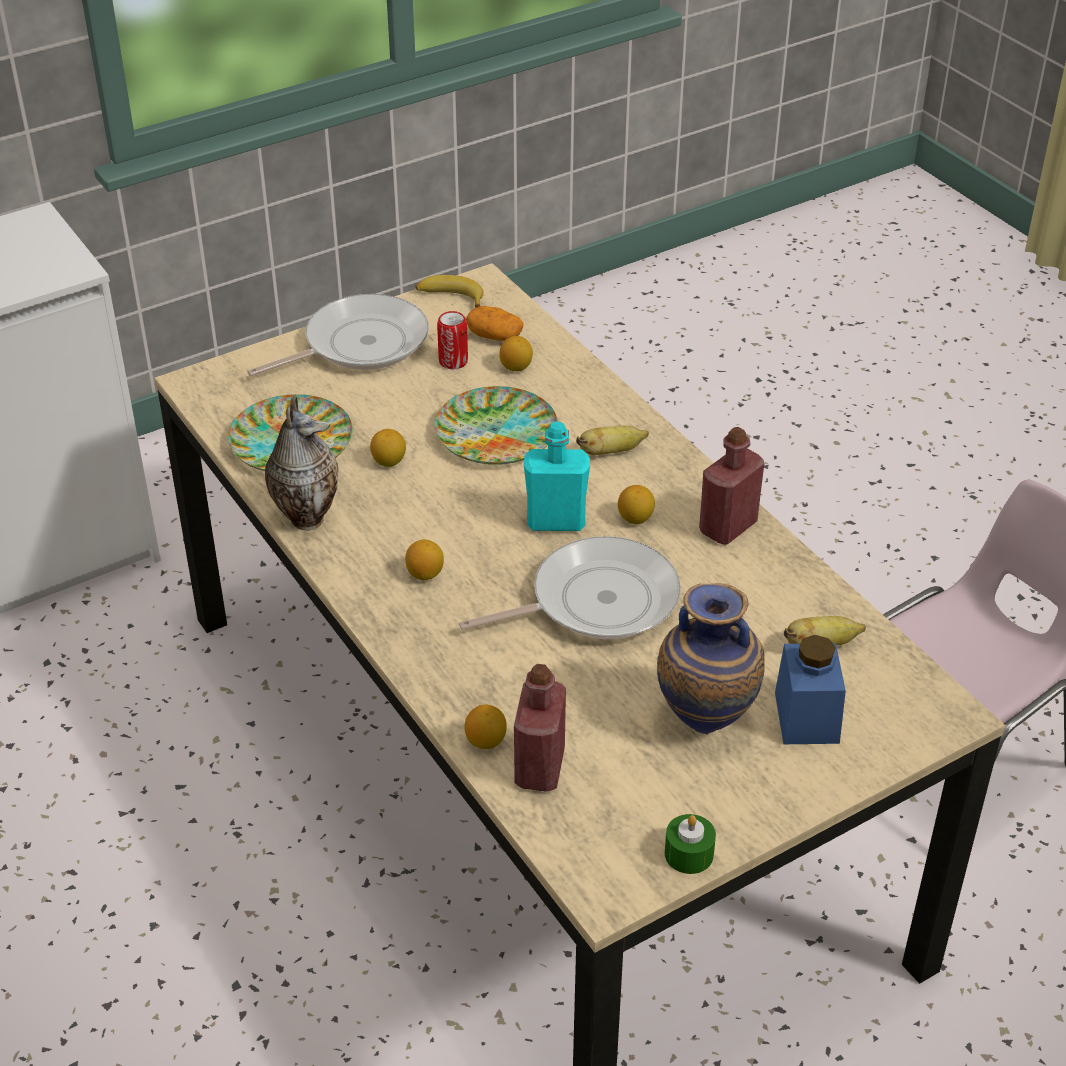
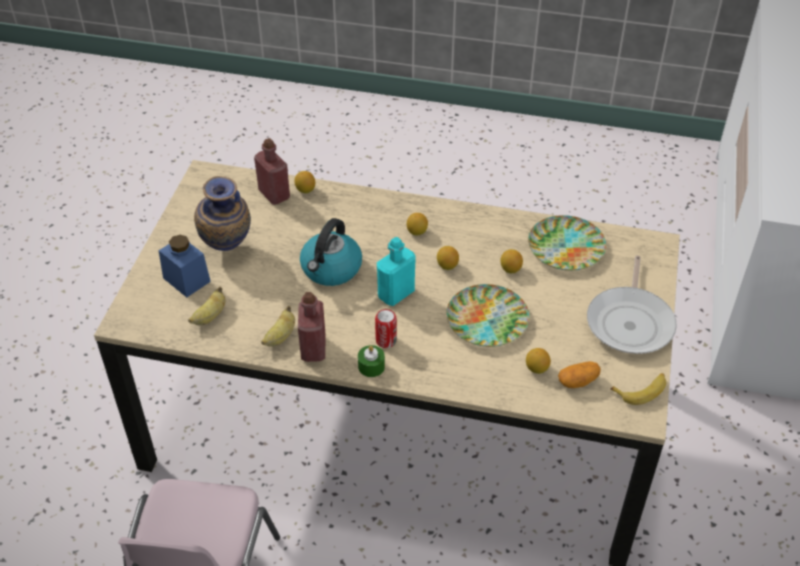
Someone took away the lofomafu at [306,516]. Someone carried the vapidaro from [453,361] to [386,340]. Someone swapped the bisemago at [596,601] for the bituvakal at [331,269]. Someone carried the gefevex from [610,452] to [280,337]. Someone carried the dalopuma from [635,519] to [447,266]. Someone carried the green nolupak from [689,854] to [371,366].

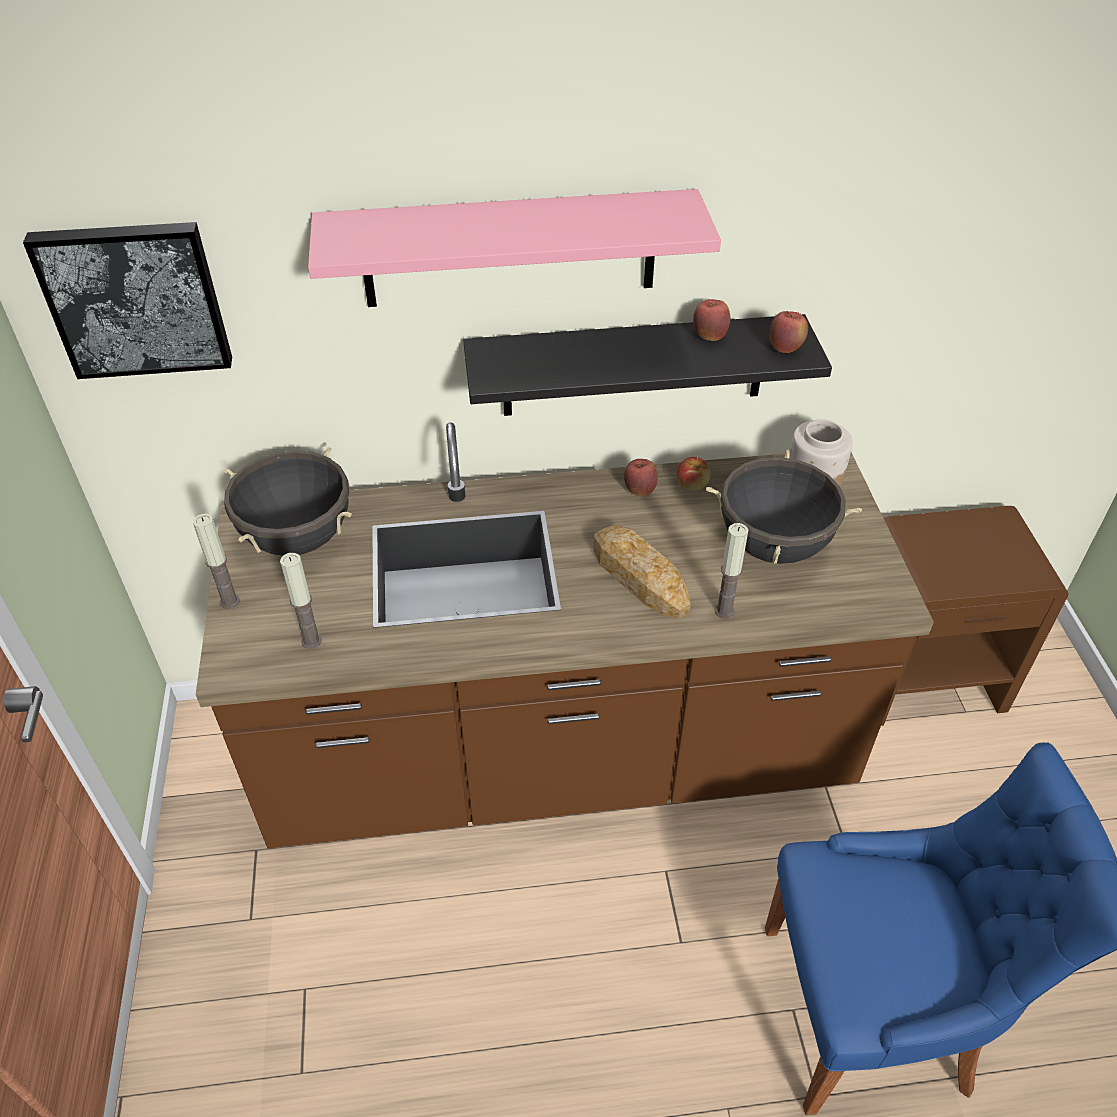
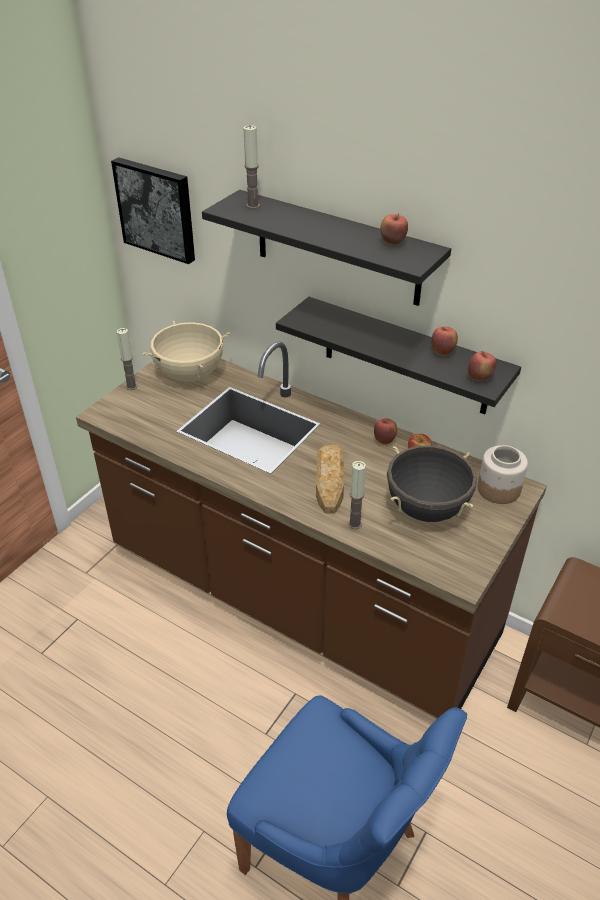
Someone repainted the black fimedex at [298,538], which became the beige fimedex at [190,375]. Someone carried the nolupak from [311,640] to [253,206]. Someone repainted the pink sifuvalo at [509,249], which became the black sifuvalo at [337,248]. Someone put down the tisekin at [392,243].

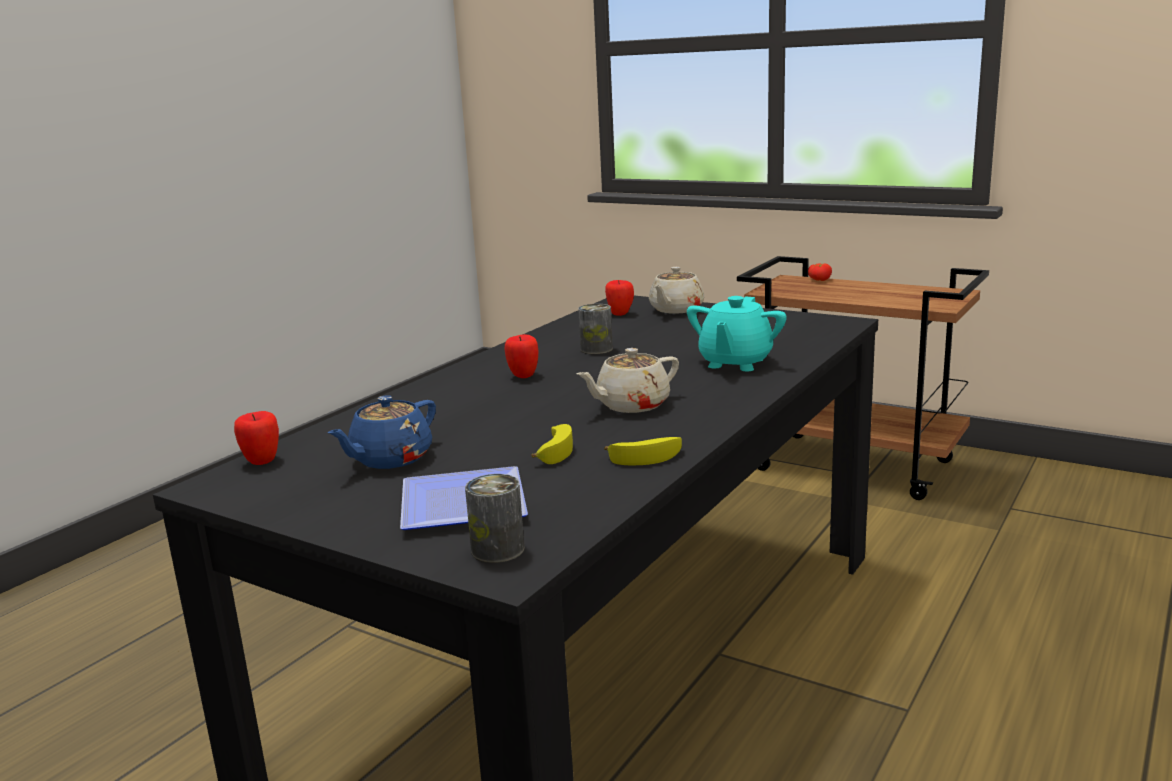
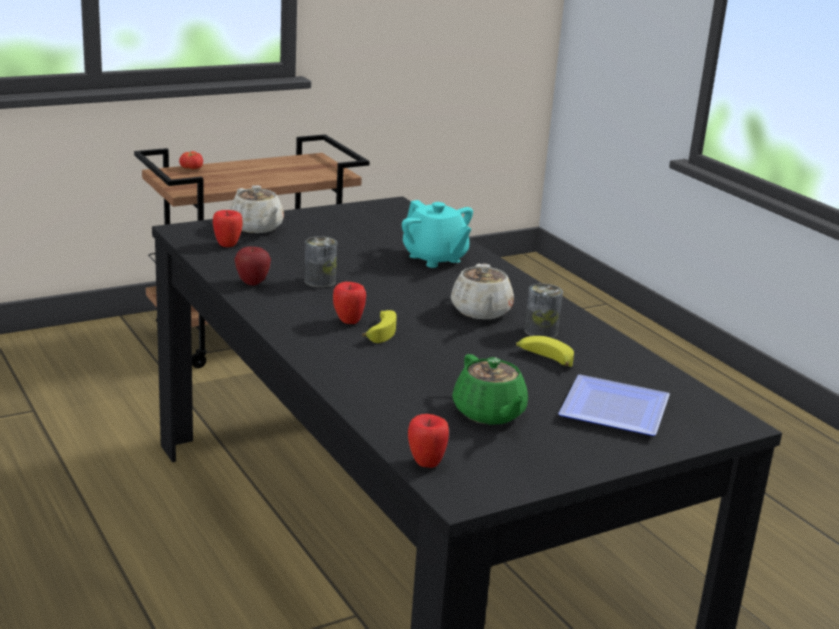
Someone repainted the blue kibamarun at [390,459], which became the green kibamarun at [489,413]. Someone carried the vapidaro from [498,549] to [541,331]. Someone carried the gefevex from [647,456] to [380,331]. Someone put down the tisekin at [252,282].

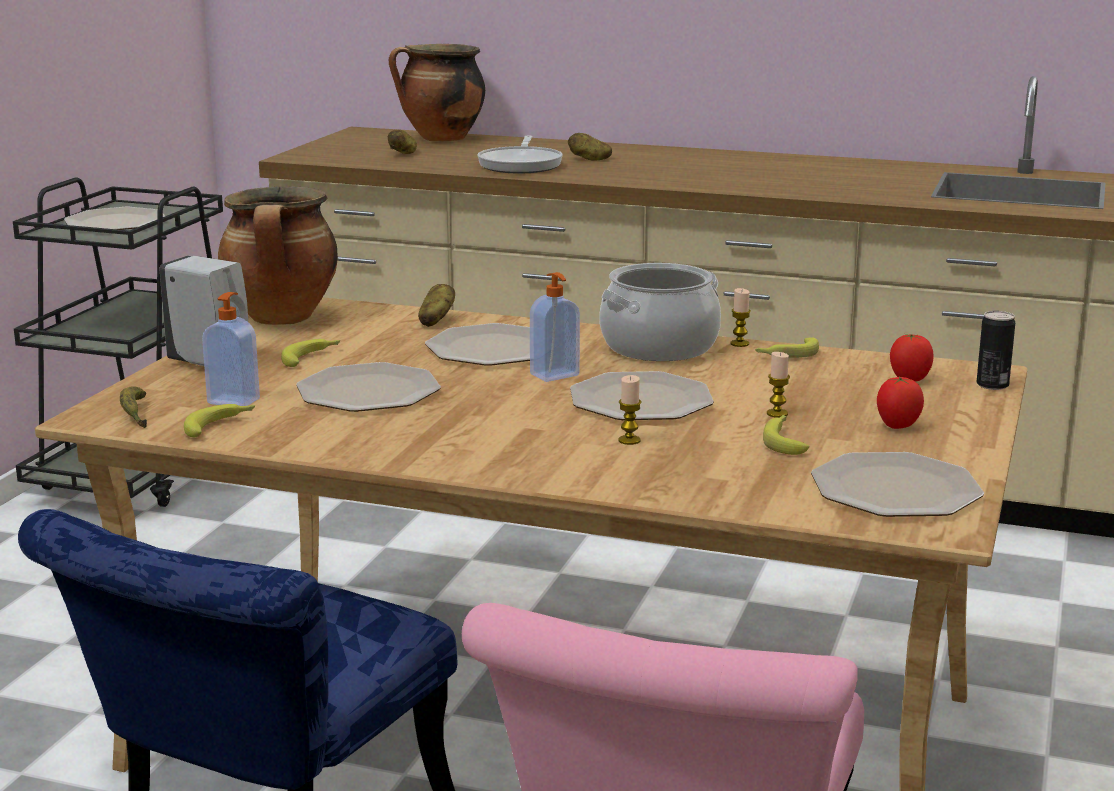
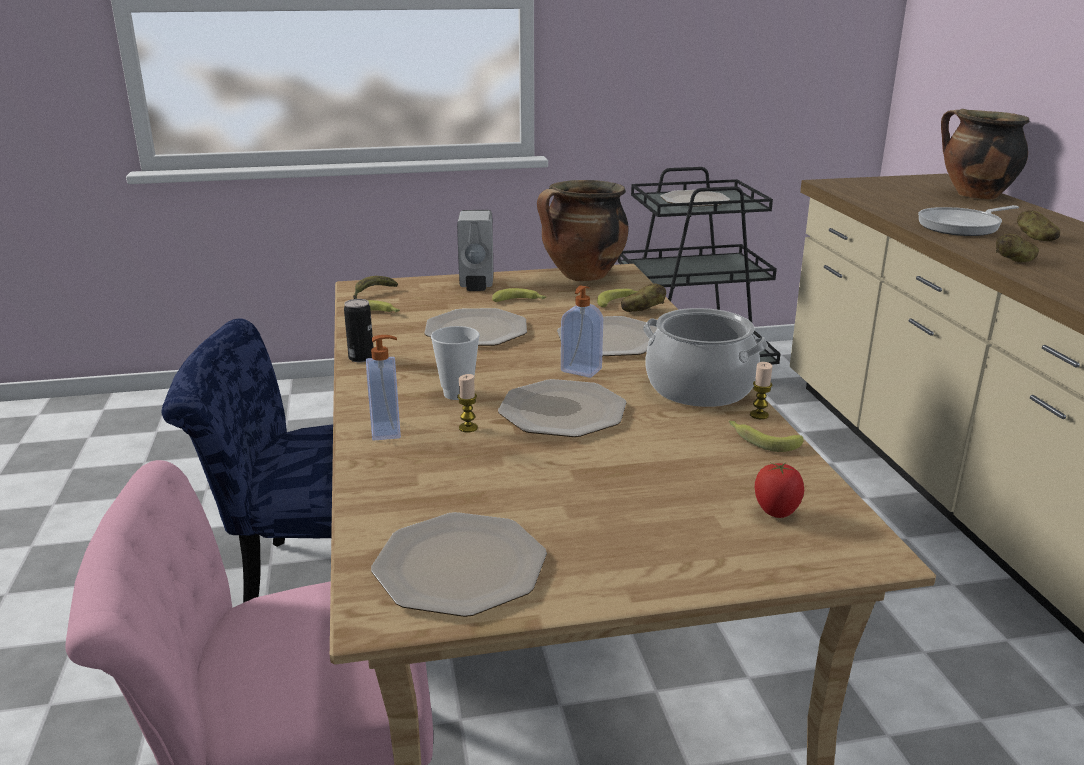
Someone carried the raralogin from [234,401] to [387,431]. Someone carried the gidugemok from [403,154] to [1015,261]. Someone carried the gefevex from [785,440] to [620,302]. Someone took away the nolupak at [777,413]. Someone took away the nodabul at [897,427]. Someone carried the vapidaro from [992,385] to [361,358]. Someone put down the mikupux at [457,394].

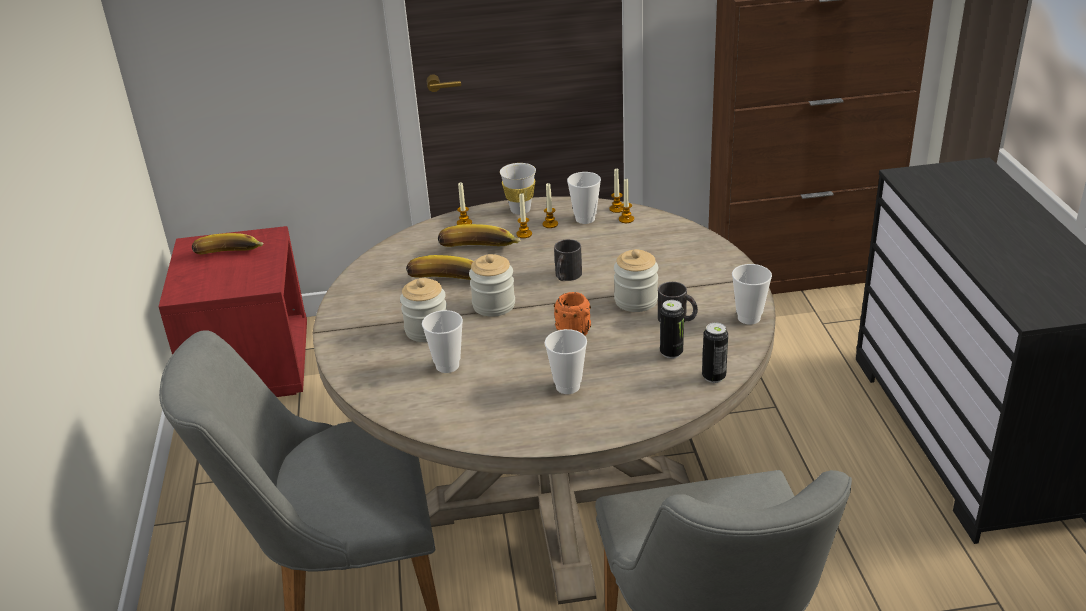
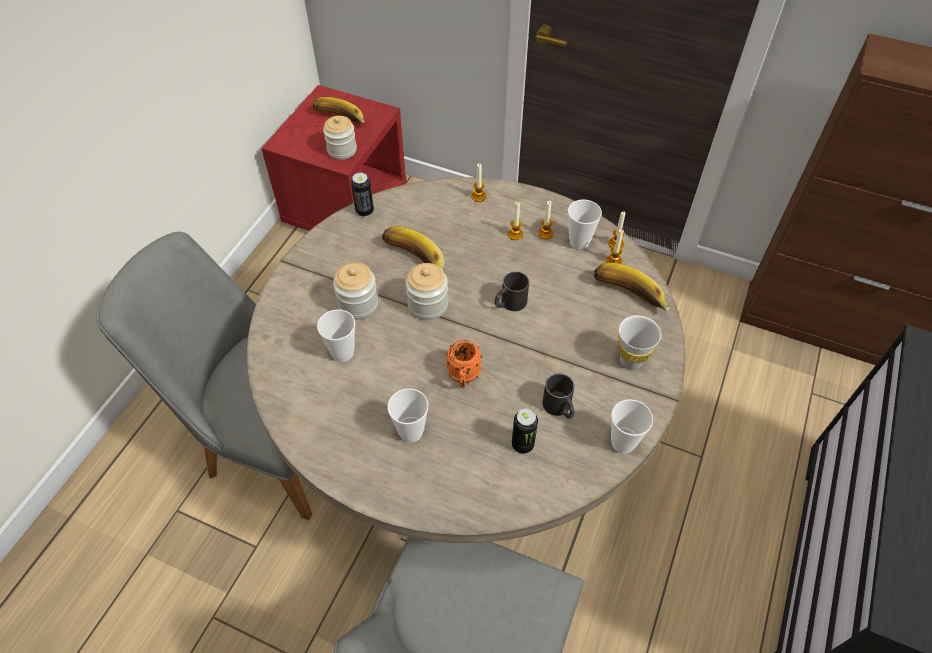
Someone carried the gefevex from [478,251] to [627,297]. Someone carried the white mikupux from [520,210] to [631,360]. Someone carried the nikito from [636,301] to [342,150]. Someone carried the vapidaro from [714,376] to [364,211].

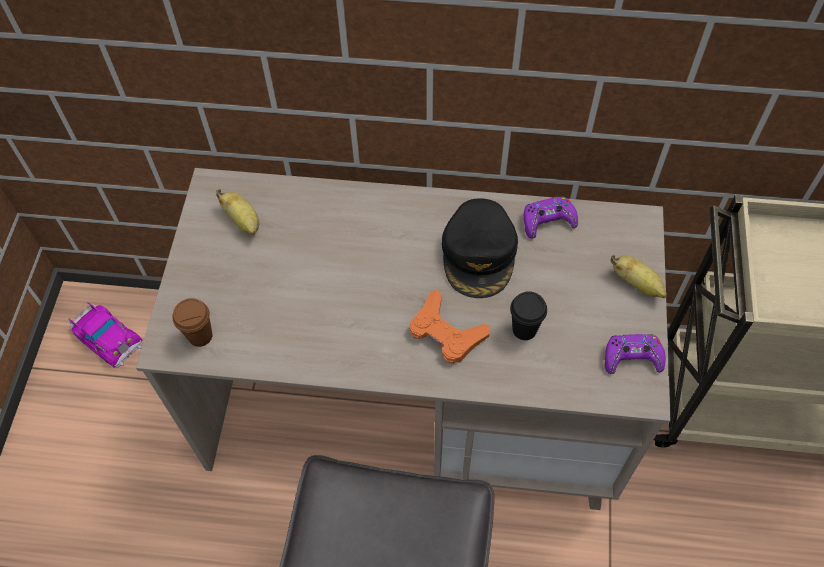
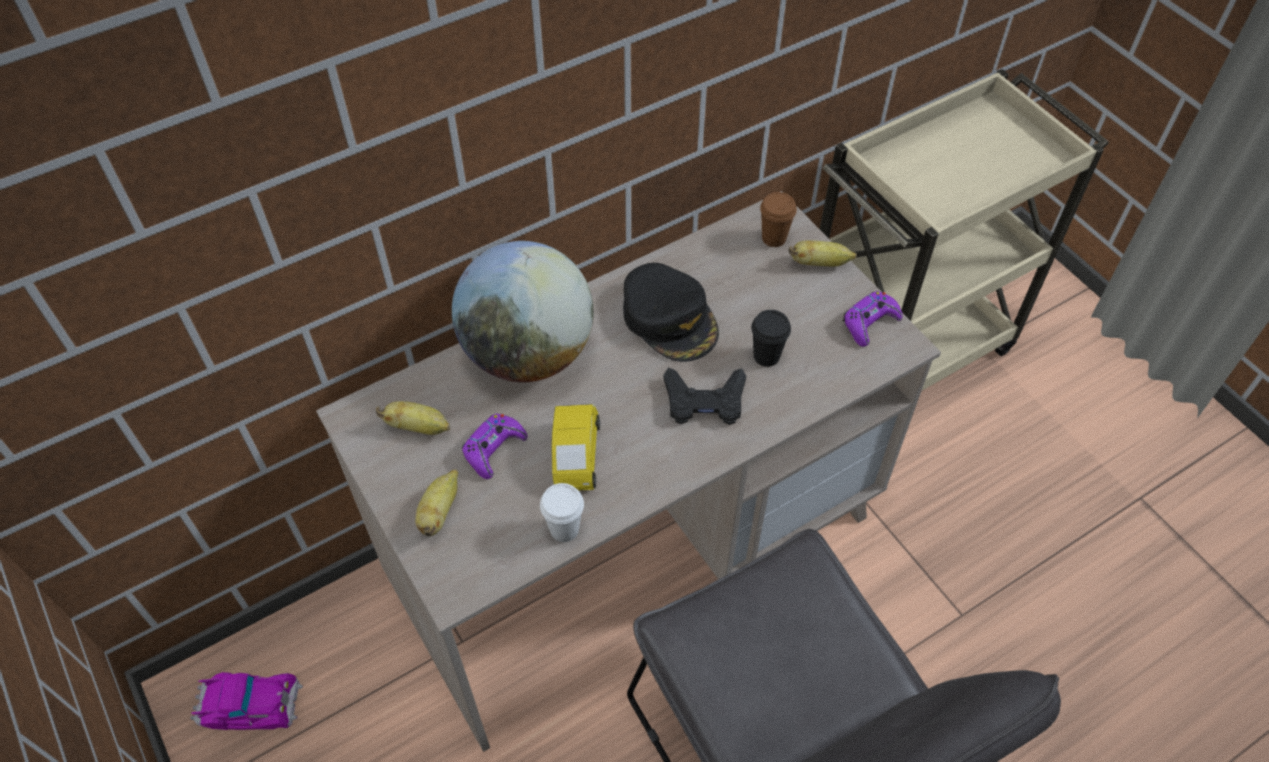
Someone carried the brown mikupux from [200,336] to [774,238]. Someone repainted the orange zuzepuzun at [446,332], which became the black zuzepuzun at [704,401]. Someone carried the purple zuzepuzun from [548,221] to [494,449]. Someone put down the gefevex at [439,512]. Someone put down the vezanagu at [528,353]. Someone put down the white mikupux at [564,529]. Someone put down the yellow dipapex at [575,457].

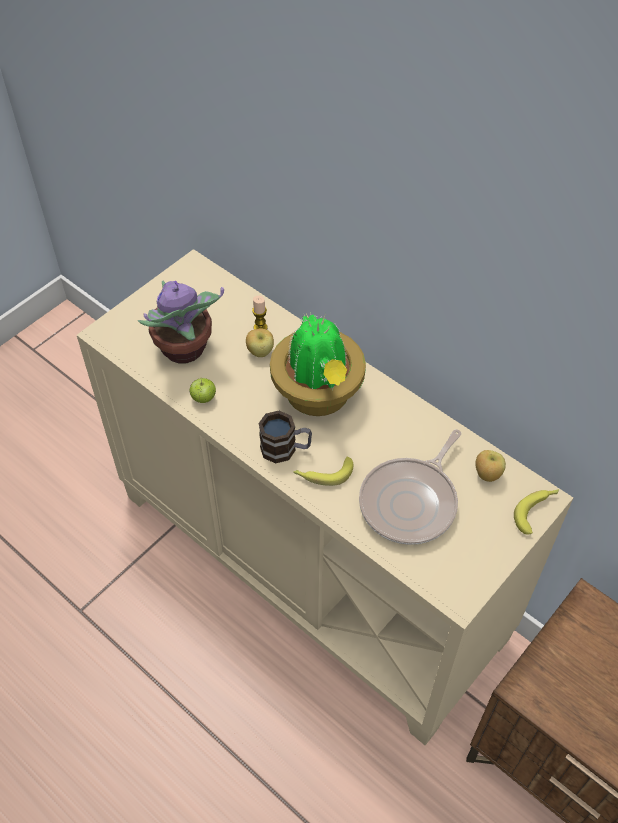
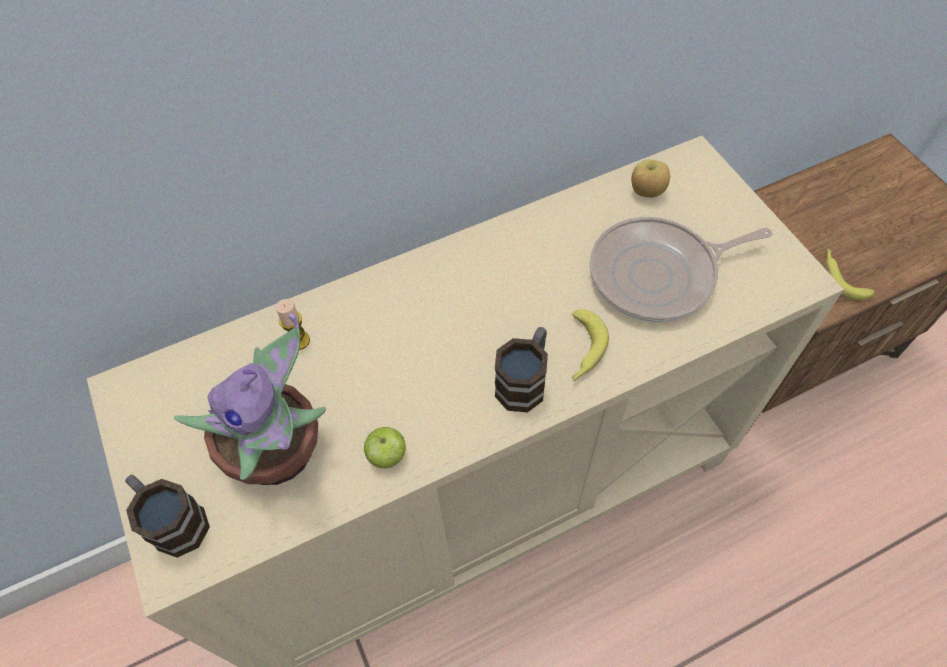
Someone took away the tisekin at [260,352]. Someone took away the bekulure at [318,395]. Someone rotated the bisemago at [411,502] by 105 degrees clockwise. Someone carried the gefevex from [536,511] to [841,277]. Someone put down the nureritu at [173,520].

